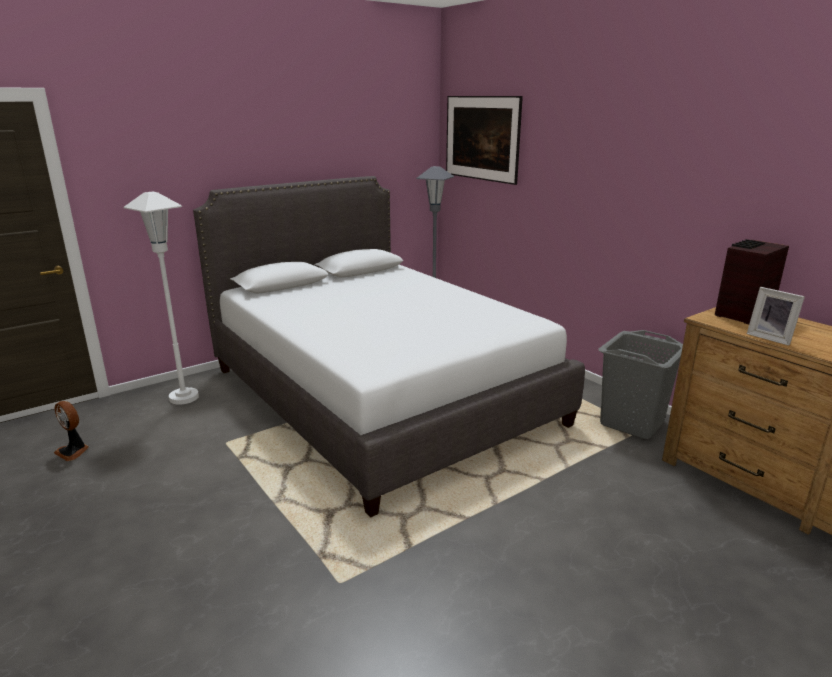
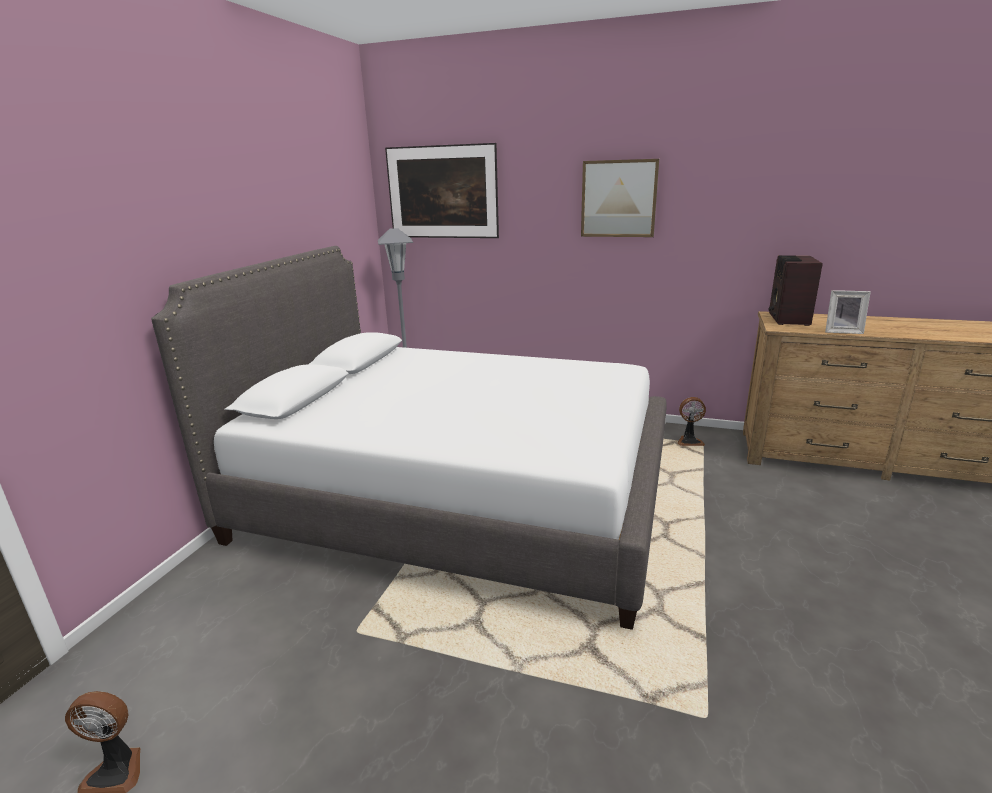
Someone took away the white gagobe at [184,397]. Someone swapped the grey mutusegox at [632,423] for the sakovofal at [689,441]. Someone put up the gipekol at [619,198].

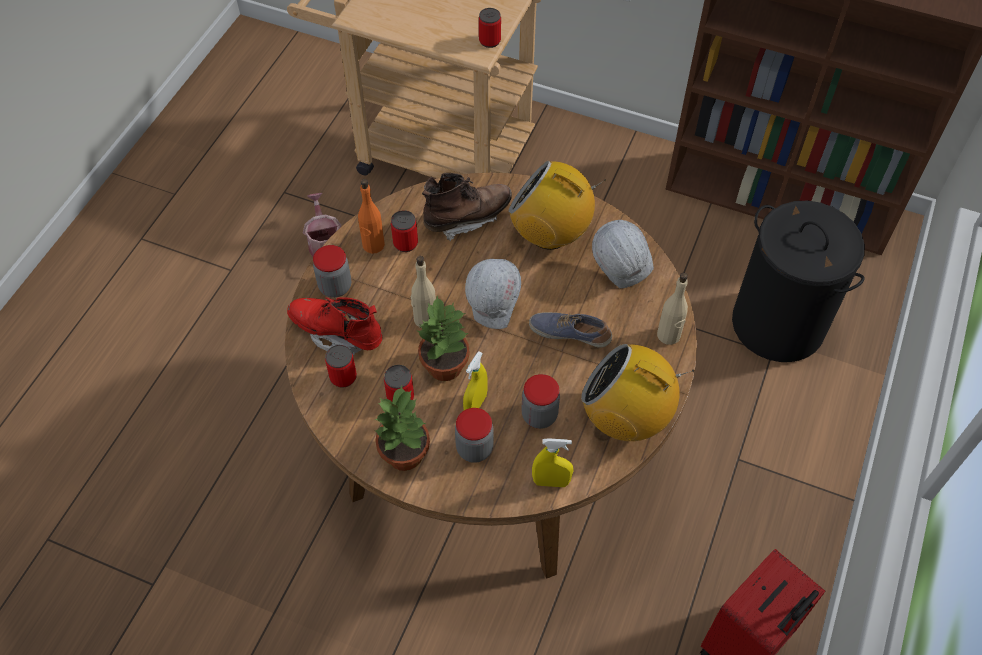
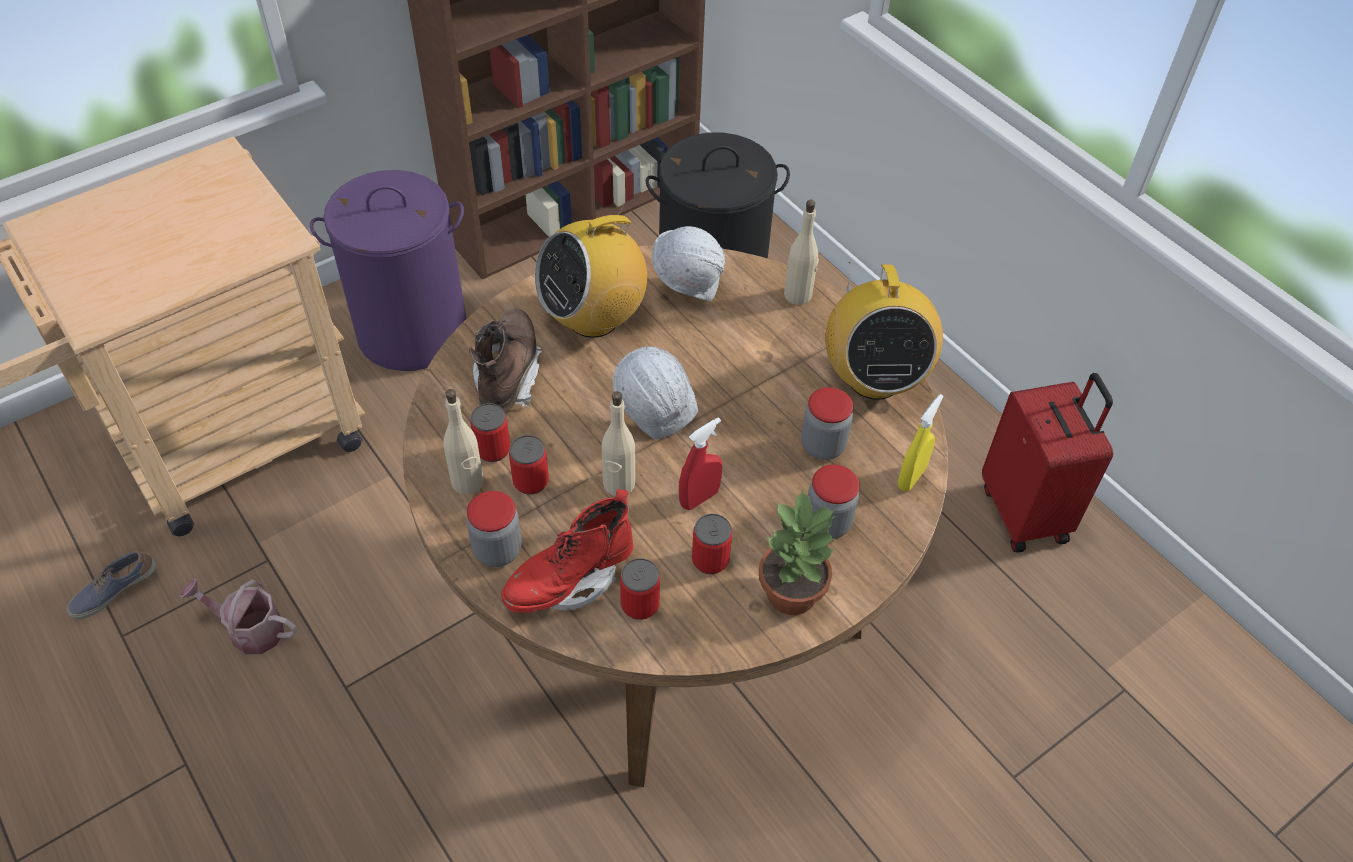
Someone repainted the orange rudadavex at [373,245], which became the beige rudadavex at [467,482]. Someone swapped the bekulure at [444,367] for the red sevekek at [699,498]. Someone took away the yellow sevekek at [475,405]. Someone carried the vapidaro from [489,41] to [531,481]. Someone carried the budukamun from [570,333] to [114,590]. Someone rotated the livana at [626,418] by 60 degrees counterclockwise. Someone put down the purple mutusegox at [411,332].

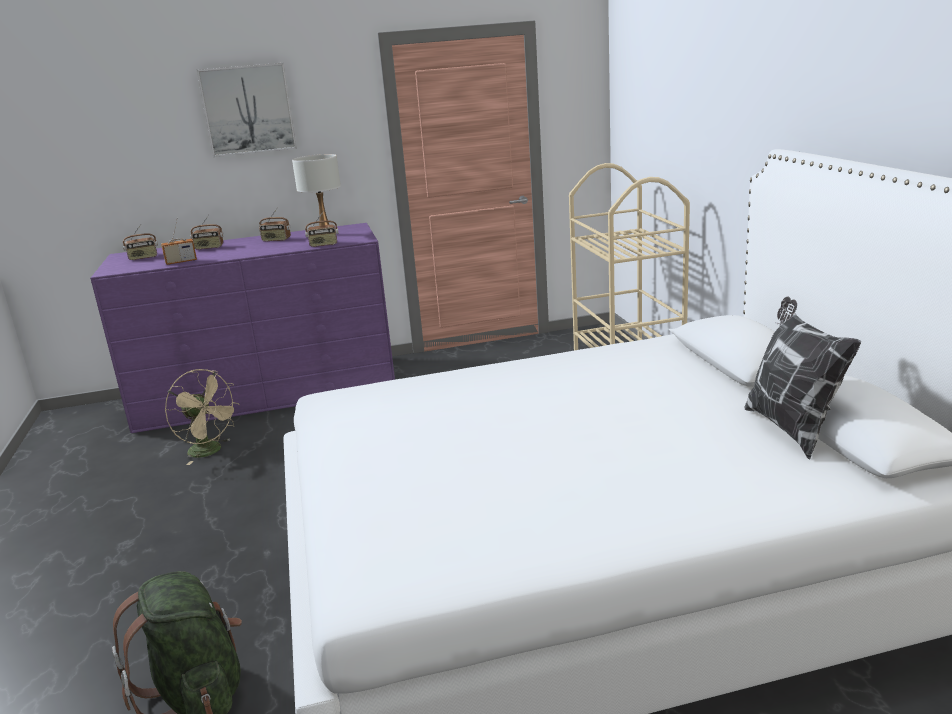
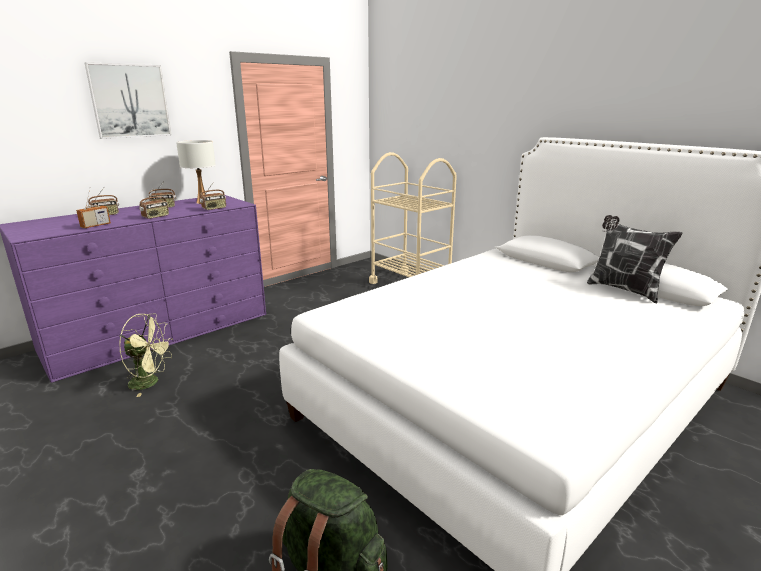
Someone carried the livana from [143,258] to [156,217]. Someone repainted the beige sakovofal at [210,451], which became the green sakovofal at [150,382].

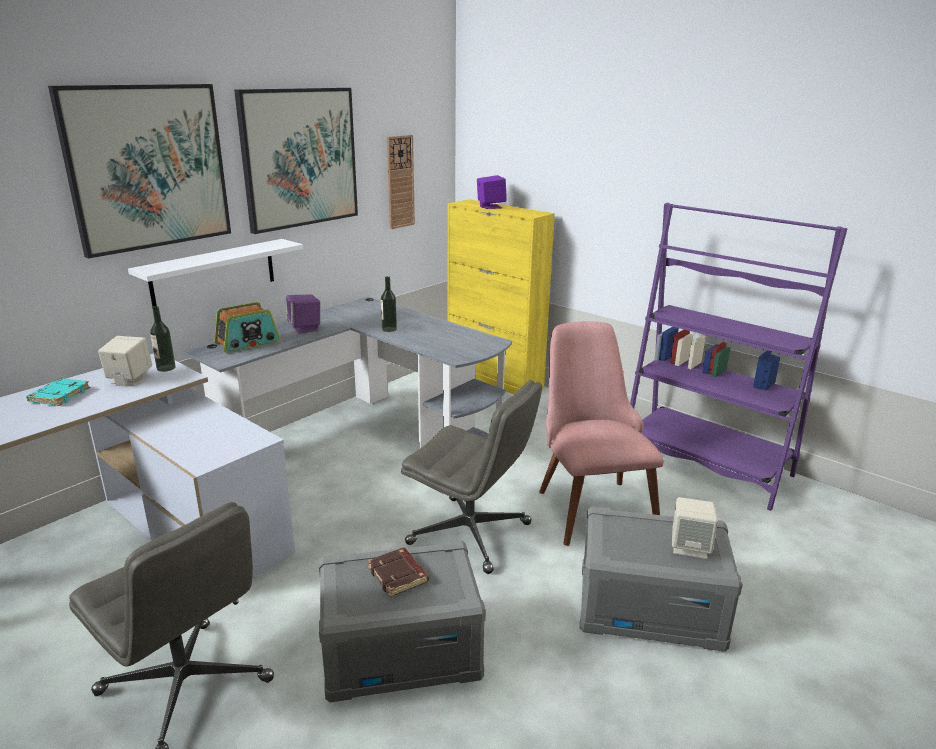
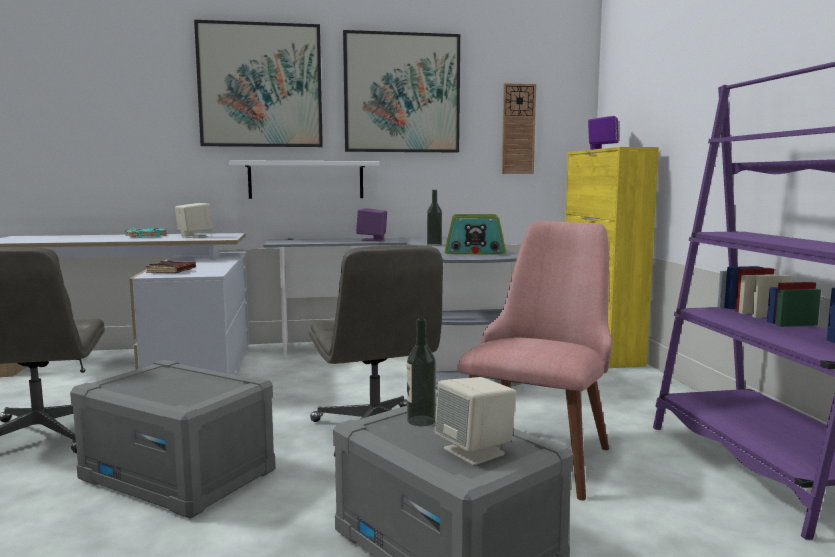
Someone carried the rudadavex from [166,368] to [421,421]. Someone carried the livana from [248,342] to [474,252]. Someone carried the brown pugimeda from [399,575] to [172,271].

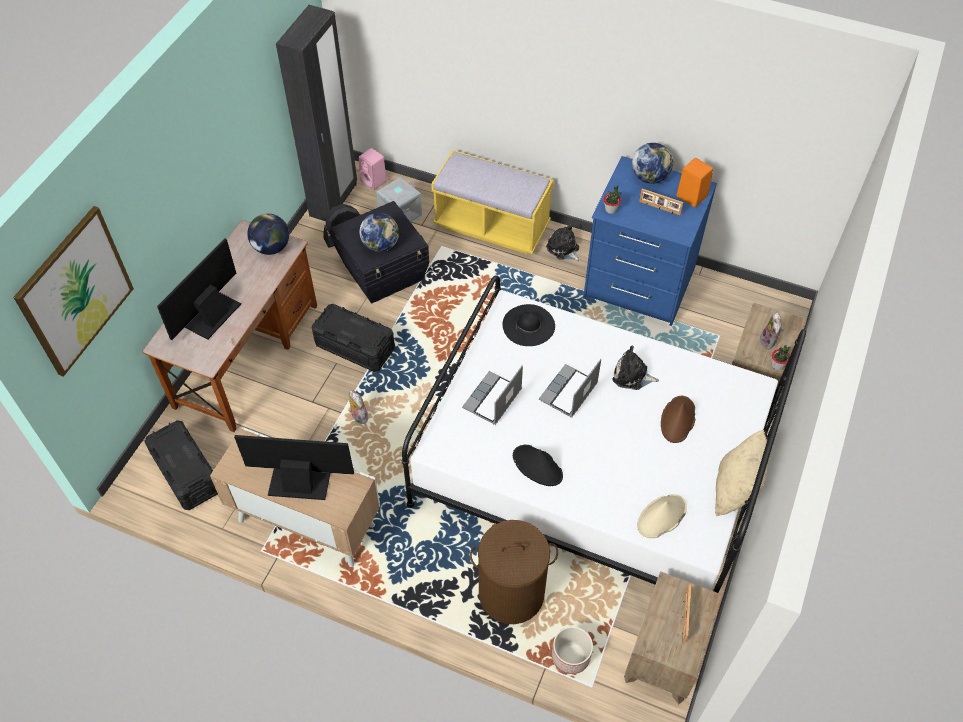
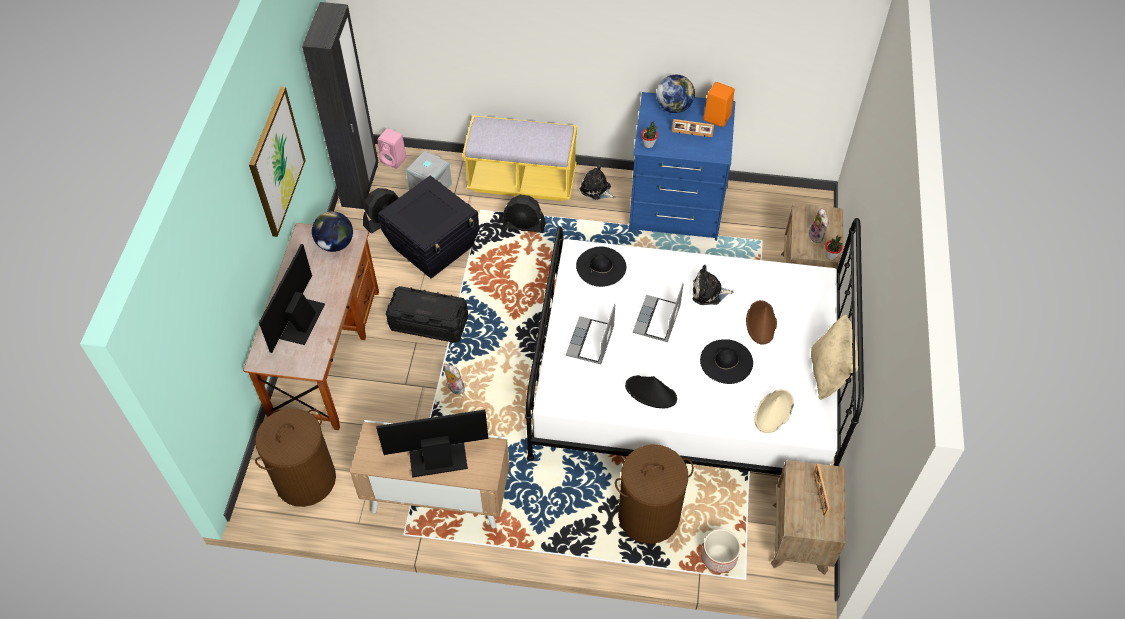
Someone carried the gipekol from [75,291] to [276,162]. Someone swapped the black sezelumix at [187,473] for the brown mutusegox at [305,479]. Someone took away the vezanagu at [380,245]. Someone put down the black sakovofal at [524,226]. Someone put down the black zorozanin at [726,361].

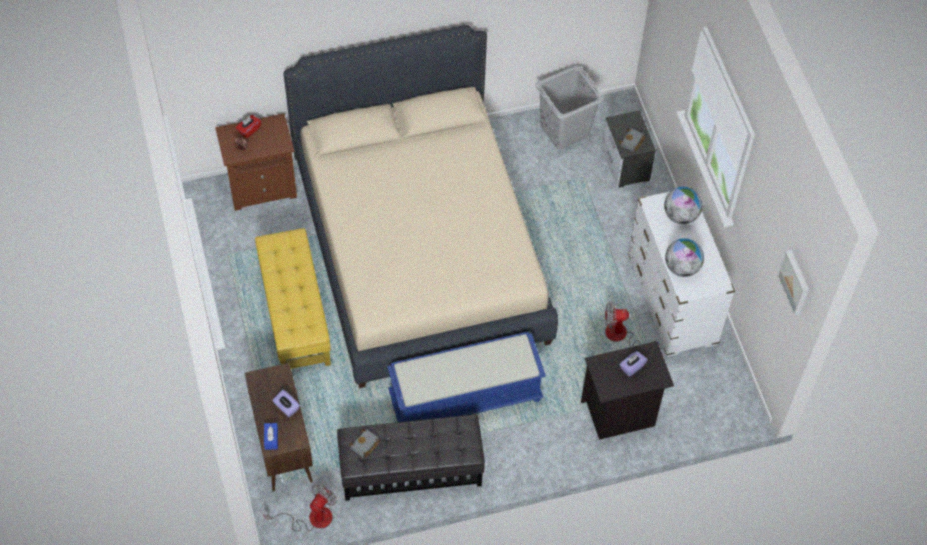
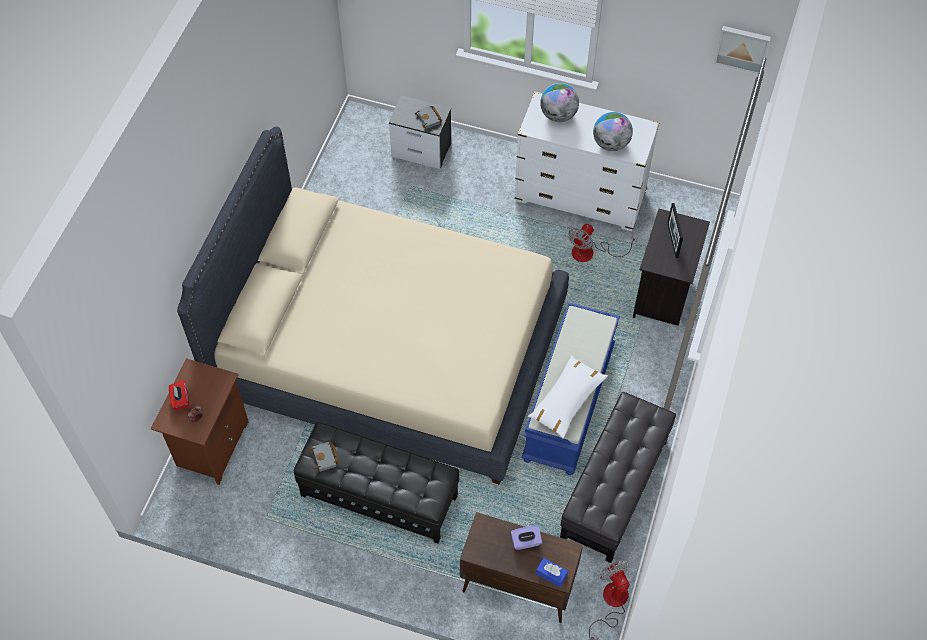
Someone repainted the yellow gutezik at [294,314], which became the black gutezik at [379,496]. Someone carried the grey pugimeda from [365,445] to [326,458]. Someone took away the grey mutusegox at [564,130]. Someone swapped the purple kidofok at [632,367] for the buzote at [672,240]. Someone put down the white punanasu at [566,400].

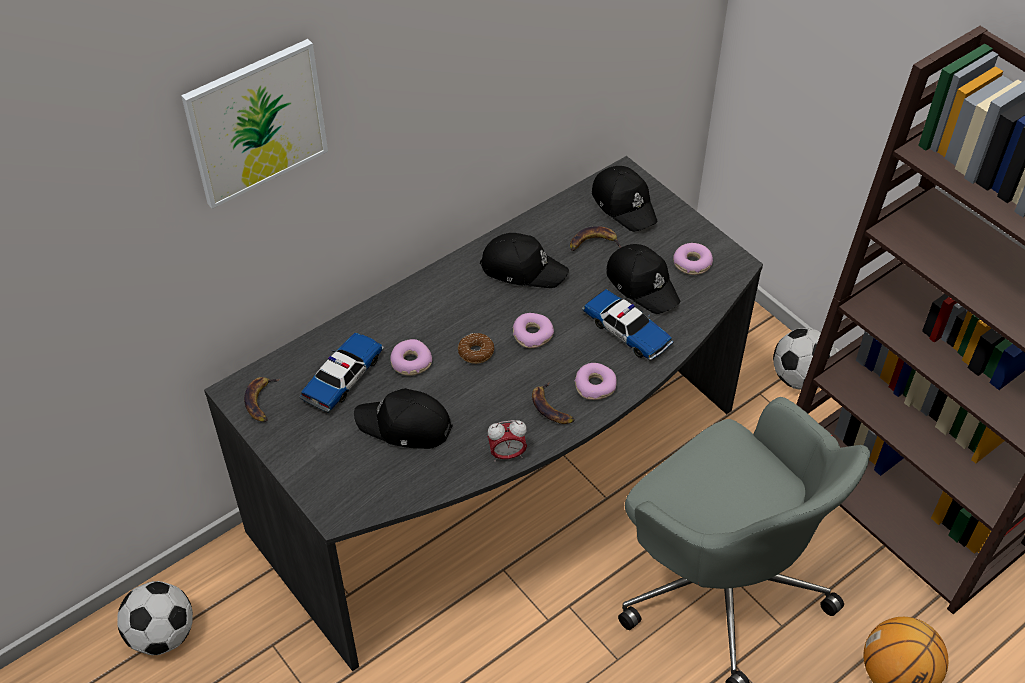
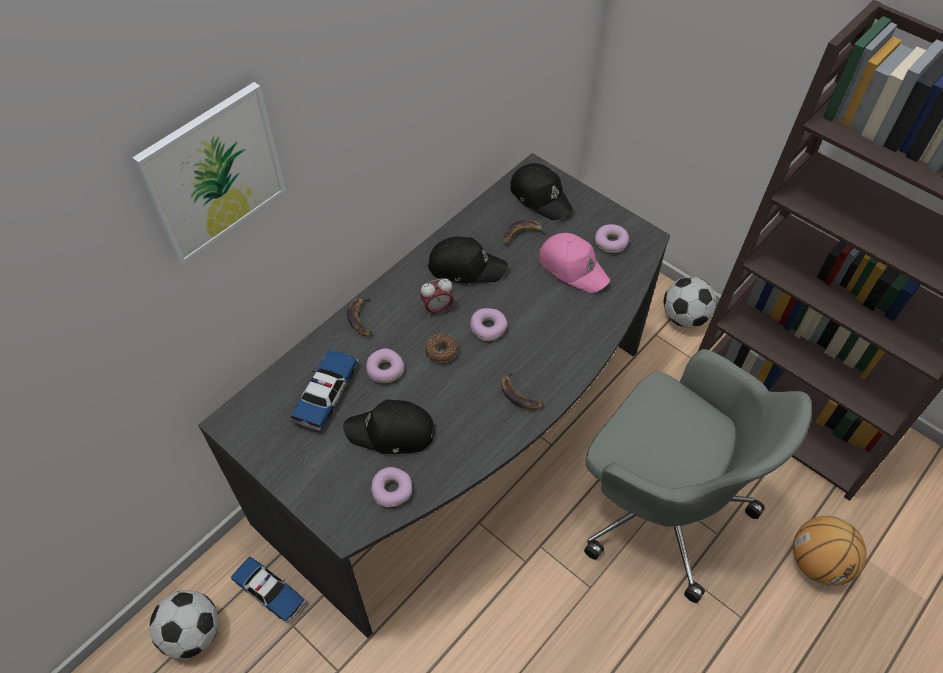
Someone carried the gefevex from [261,401] to [362,319]. Someone carried the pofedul from [507,454] to [437,308]. Someone carried the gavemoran from [595,386] to [392,490]. Someone carried the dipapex from [626,331] to [269,592]. Someone repainted the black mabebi at [642,284], which became the pink mabebi at [573,267].

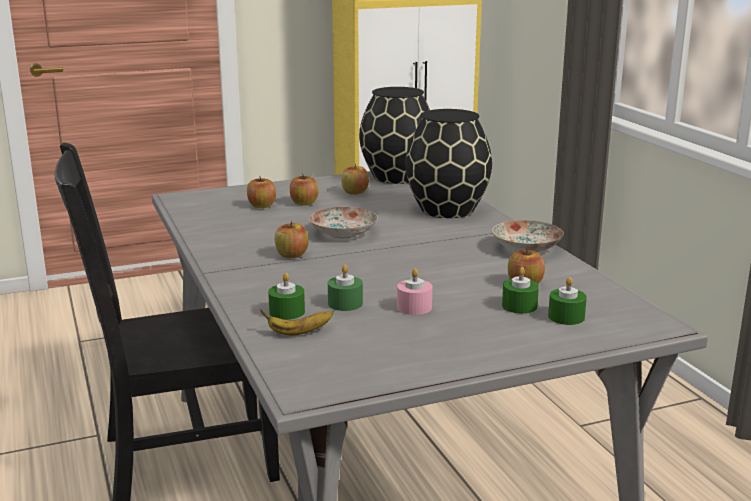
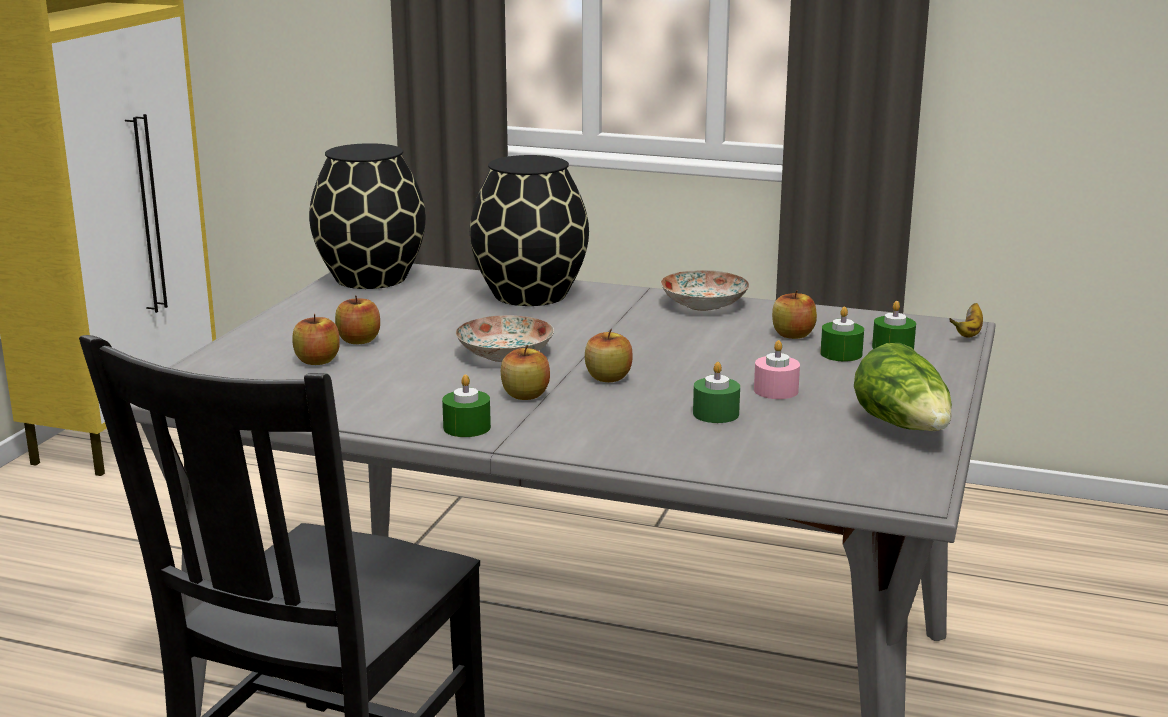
Someone carried the gefevex from [298,332] to [969,333]. Someone carried the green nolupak from [287,312] to [467,427]. Someone carried the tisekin from [355,192] to [608,378]. Someone put down the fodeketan at [904,427].

